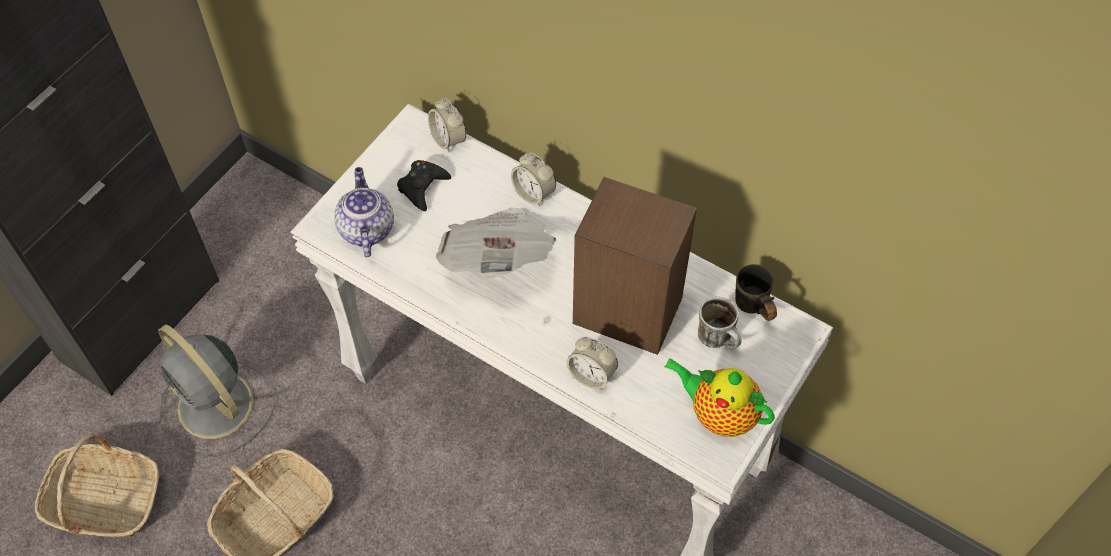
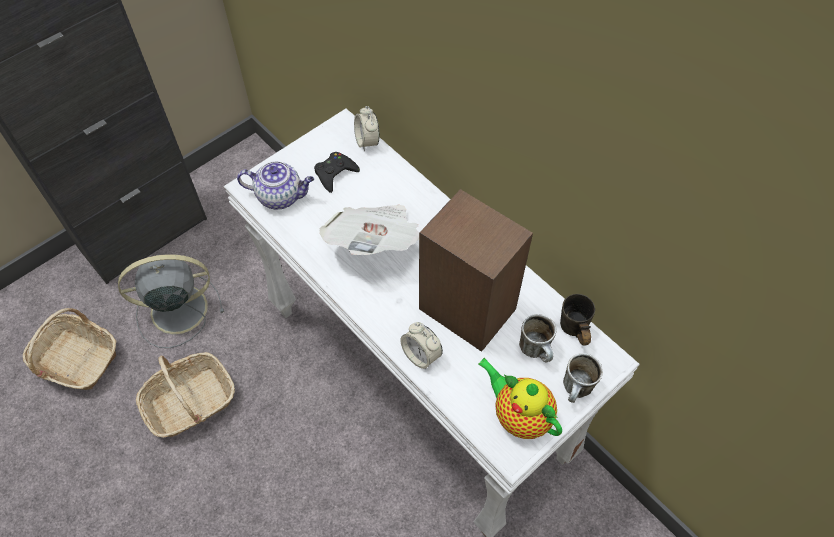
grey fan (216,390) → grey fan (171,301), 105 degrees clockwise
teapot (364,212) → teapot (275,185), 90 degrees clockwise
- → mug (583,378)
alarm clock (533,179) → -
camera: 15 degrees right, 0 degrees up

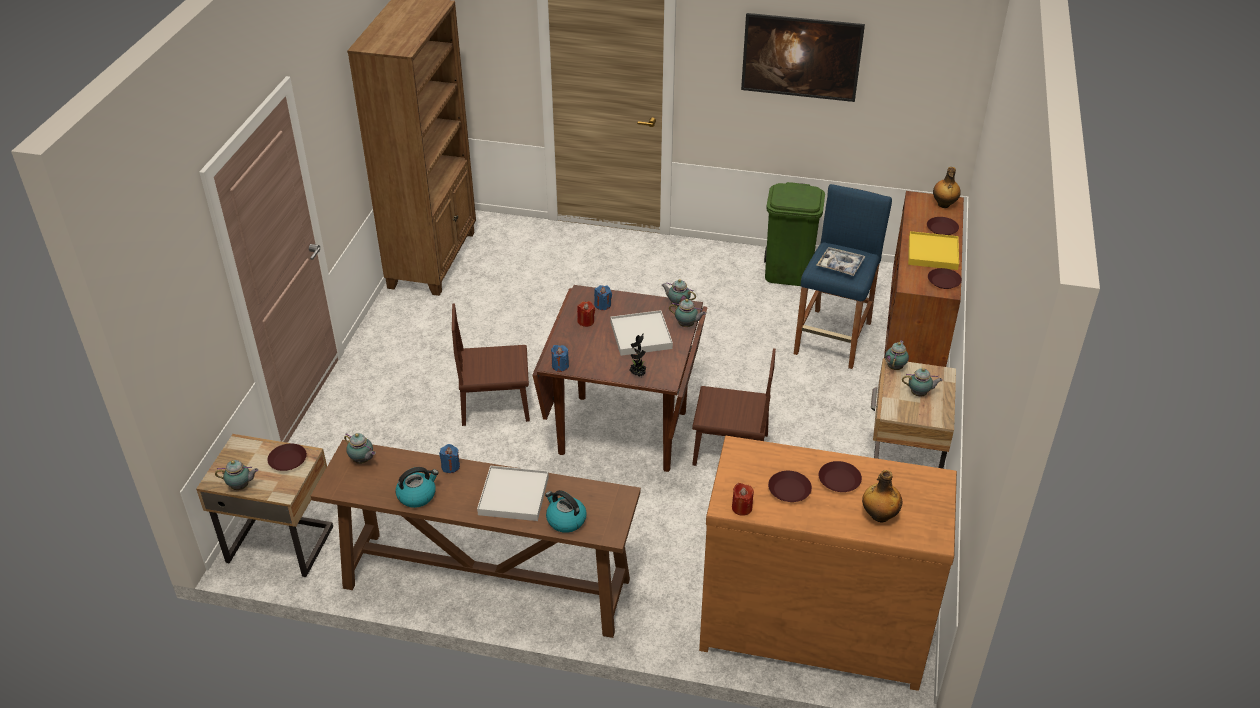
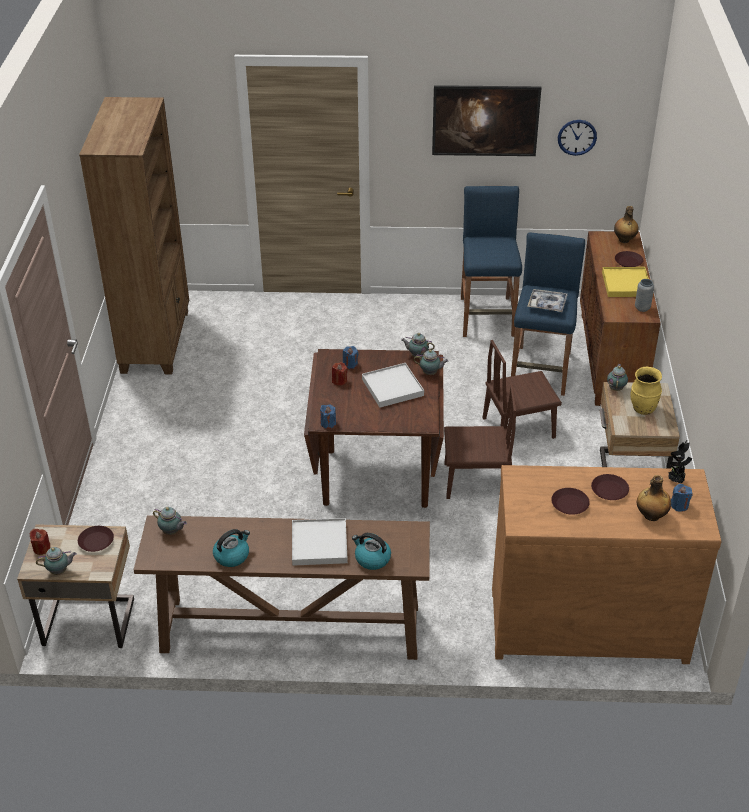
red candle (743,499) → red candle (39,542), relocated
green trash can (794,234) → blue stool (491,261)
brown chair (491,364) → brown chair (522,389), relocated
- → wall clock (577,138)
teapot (922,382) → yellow vase (646,391)
brown plate (945,278) → grey vase (644,295)
potted plant (637,355) → potted plant (680,461), relocated
blue candle (449,458) → blue candle (681,498), relocated
camera: 10 degrees left, 0 degrees up

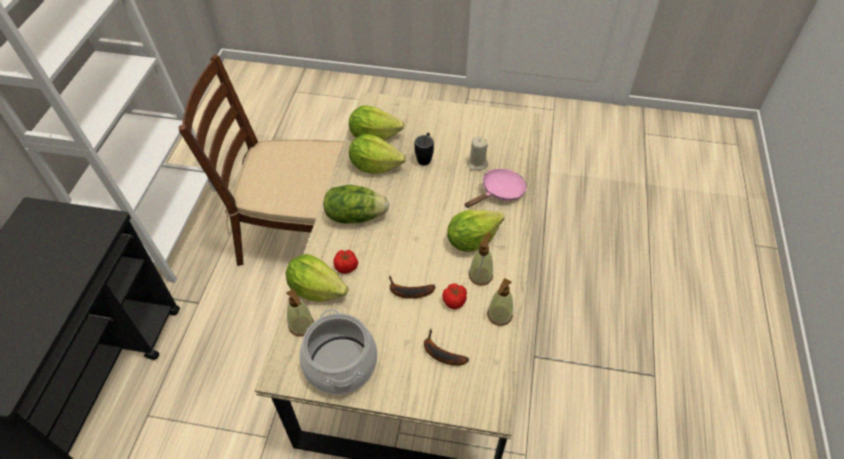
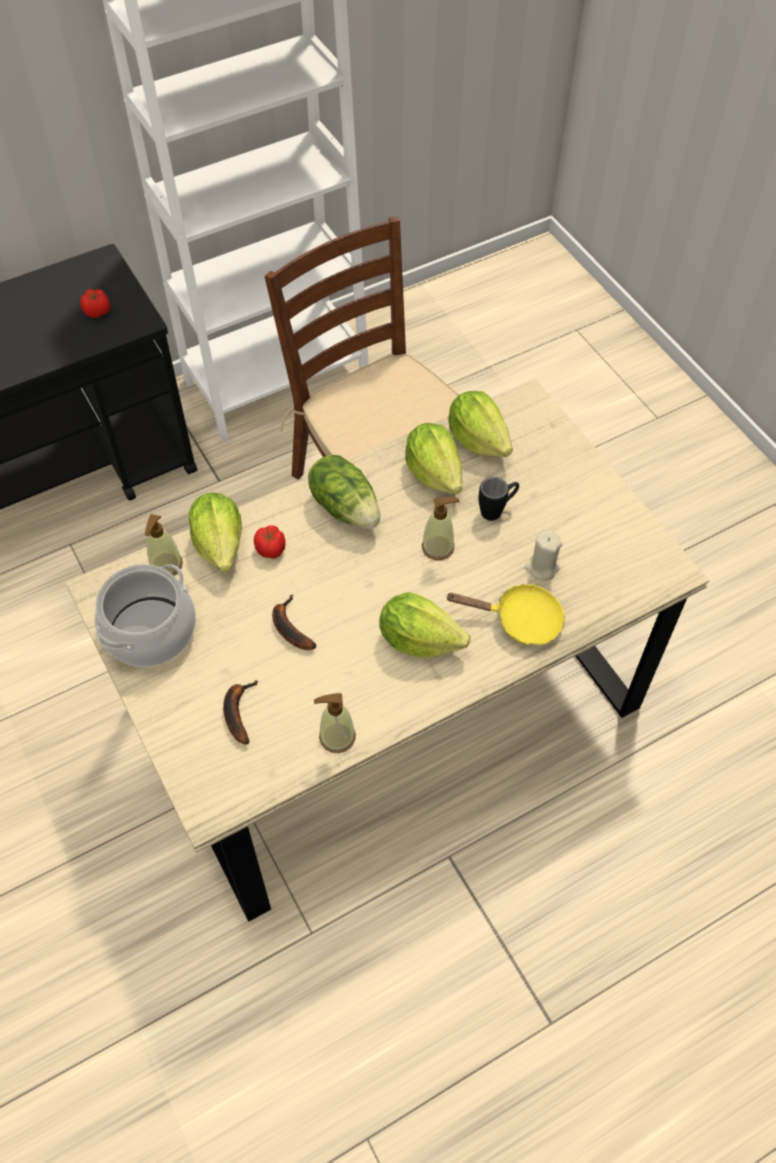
tomato (454,296) → tomato (95,303), relocated
soap dispenser (481,259) → soap dispenser (440,528), relocated
pink frying pan (495,188) → yellow frying pan (505,615)
camera: 50 degrees right, 5 degrees up

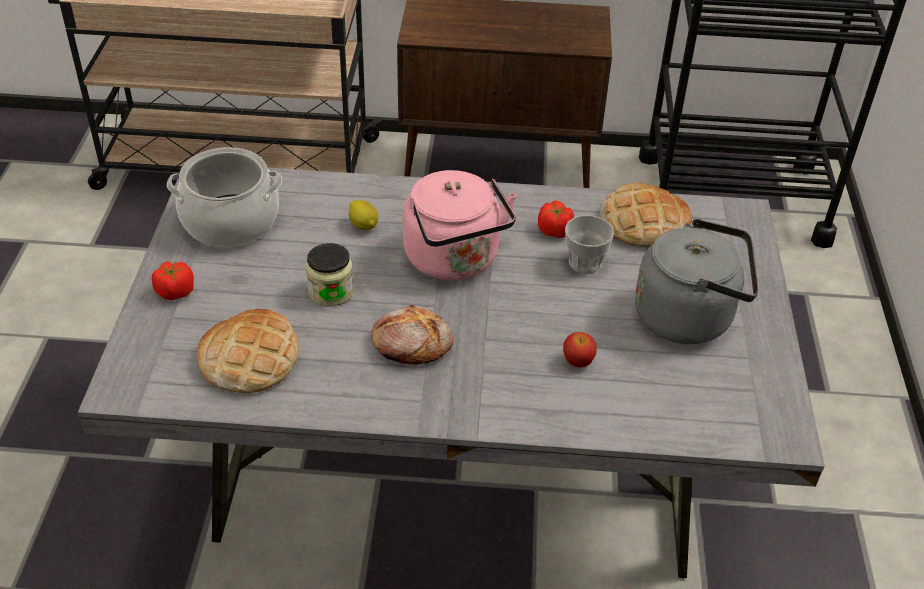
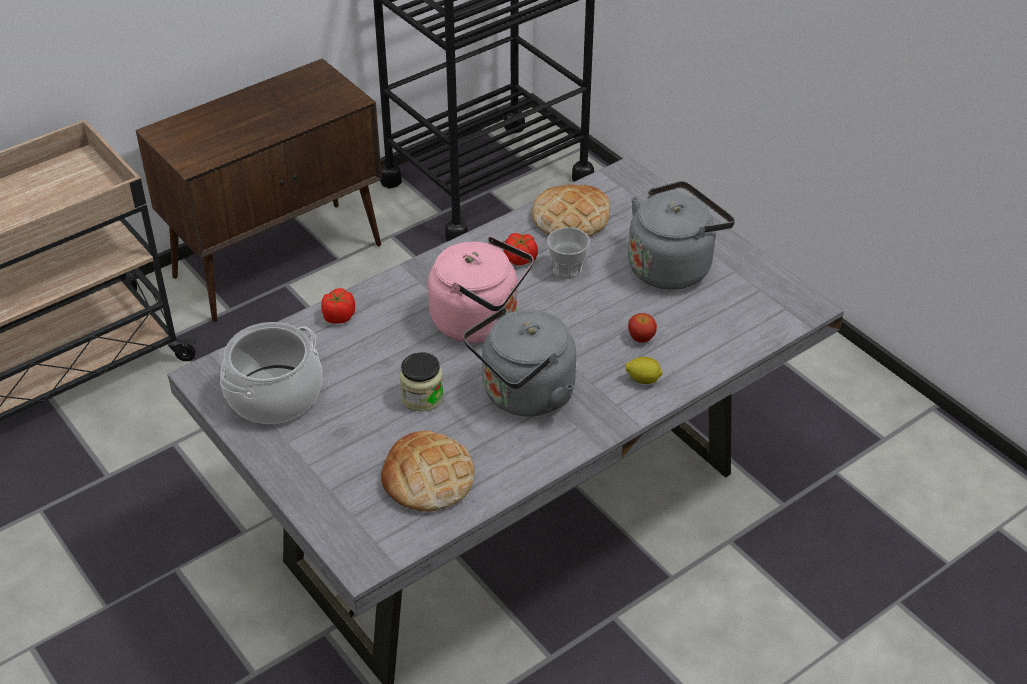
tomato (173,280) → tomato (338,306), relocated
bread (412,335) → grey kettle (519,362)
lemon (363,215) → lemon (644,370), relocated
camera: 40 degrees left, 0 degrees up

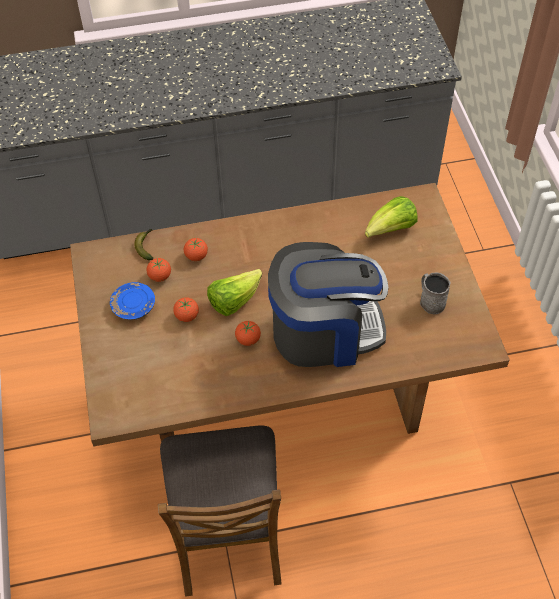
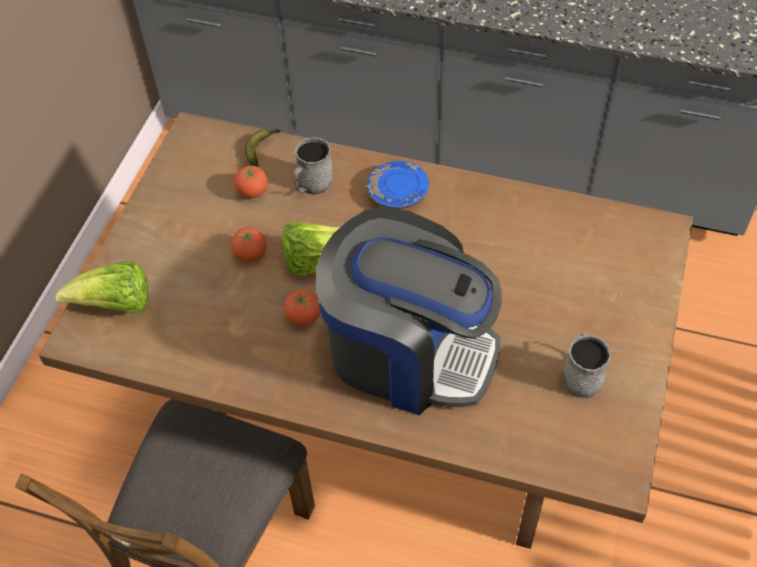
lettuce (391,216) → lettuce (101,287), relocated
tomato (196,249) → grey mug (313,166)
blue plate (132,301) → blue plate (398,185), relocated
camera: 30 degrees right, 0 degrees up

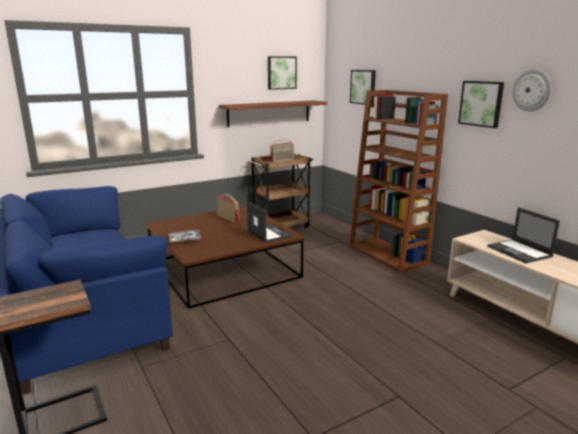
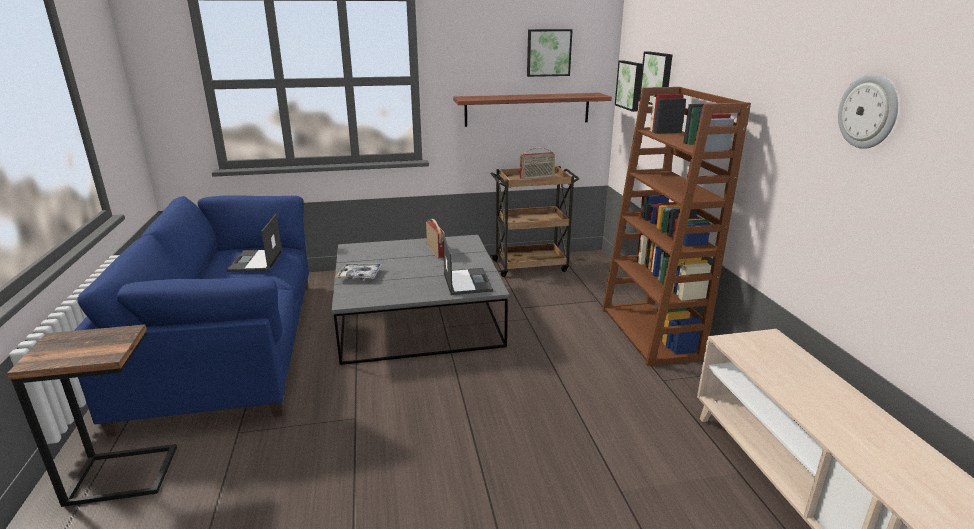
laptop (524,235) → laptop (255,243), relocated
brown coffee table (225,257) → grey coffee table (420,300)
picture (481,104) → picture (628,86), relocated
camera: 20 degrees right, 5 degrees up

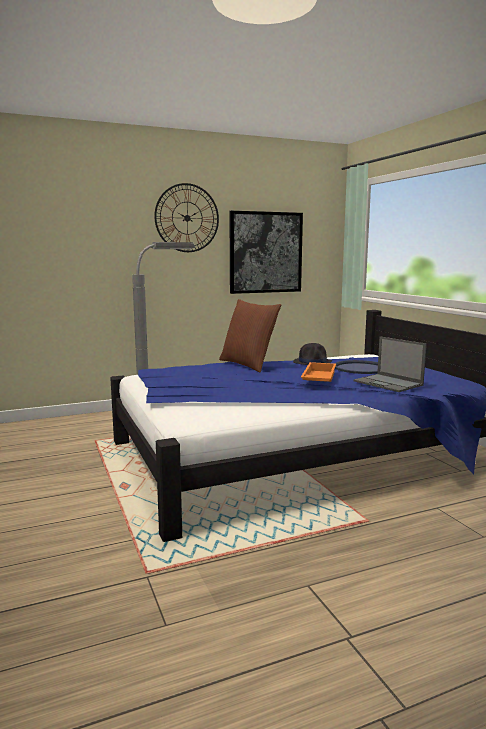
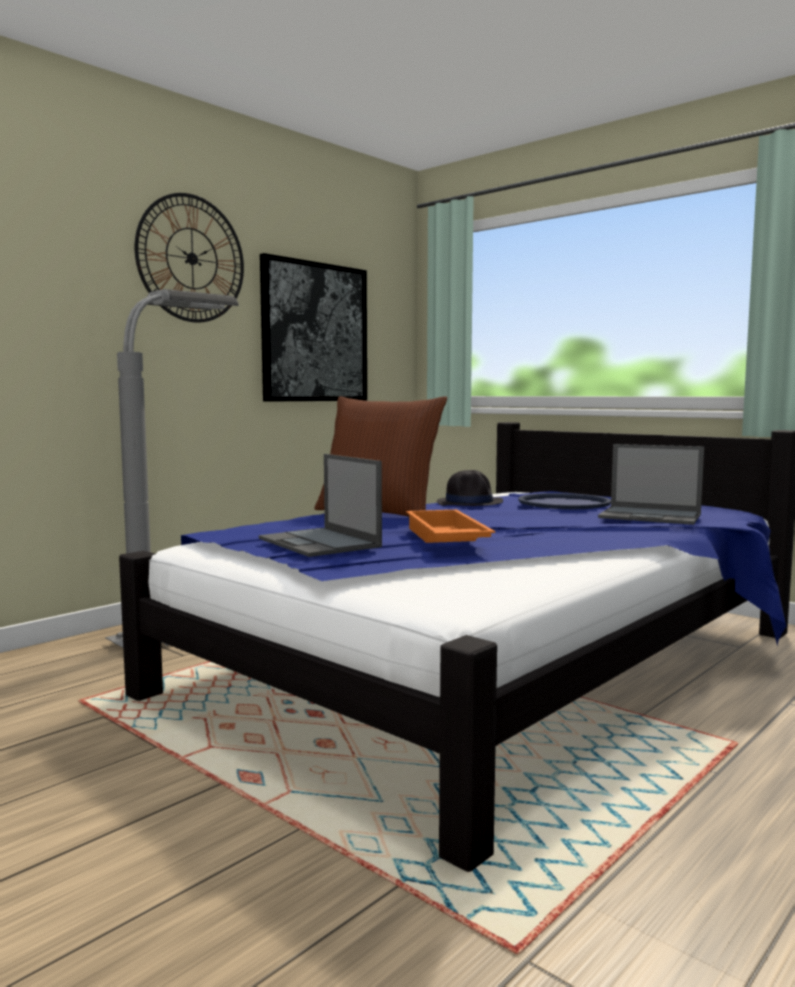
- → laptop (320,505)
orange tray (318,372) → orange tray (450,526), relocated
camera: 25 degrees left, 5 degrees down

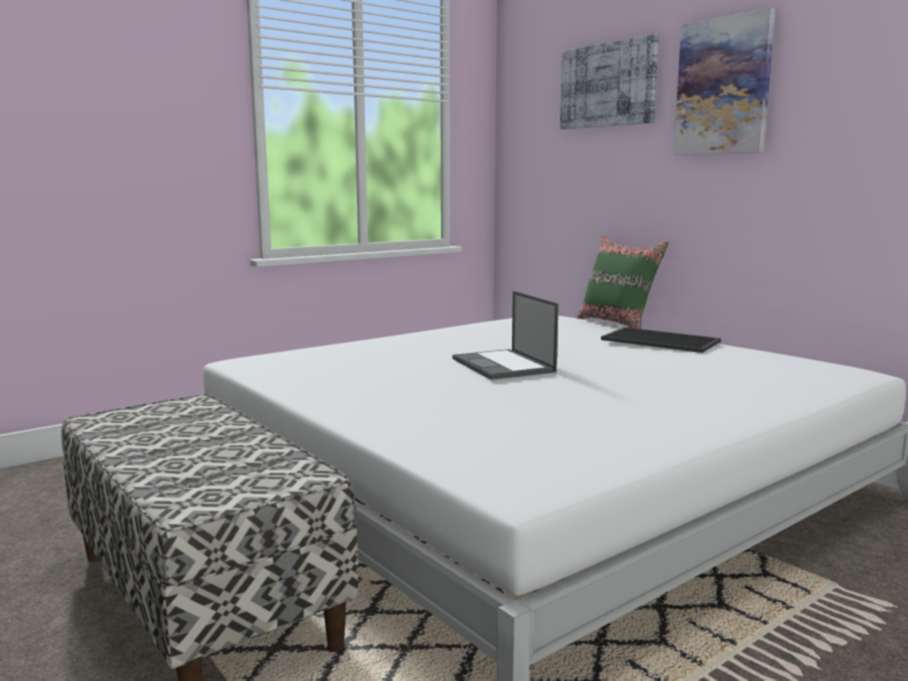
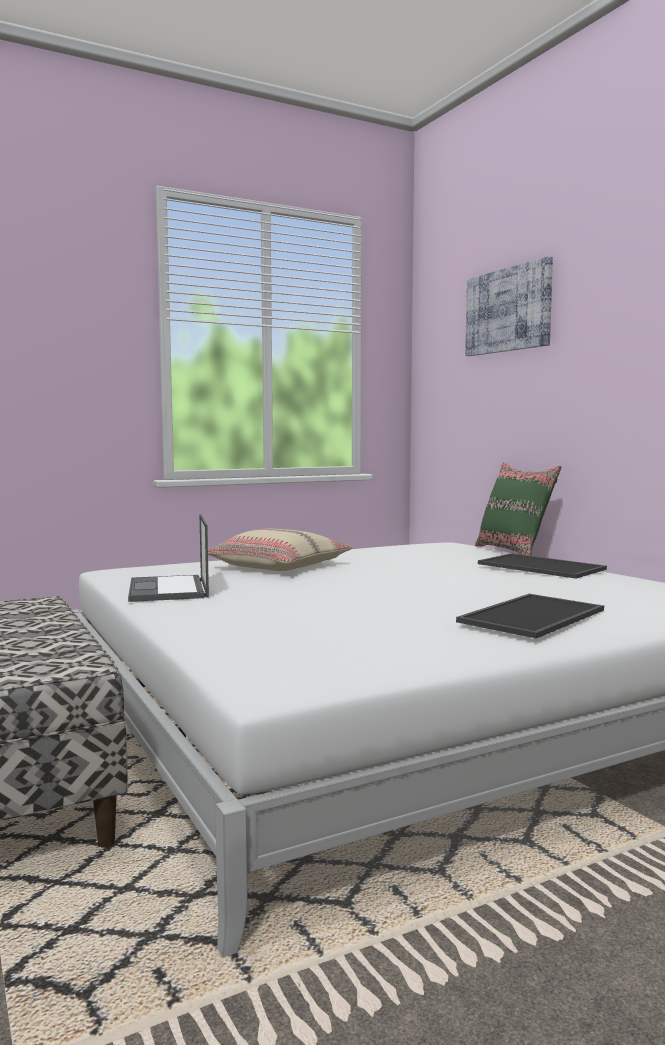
laptop (505,335) → laptop (168,558), relocated
- → beige pillow (280,550)
- → tray (530,616)
picture (725,81) → -
camera: 10 degrees right, 5 degrees down

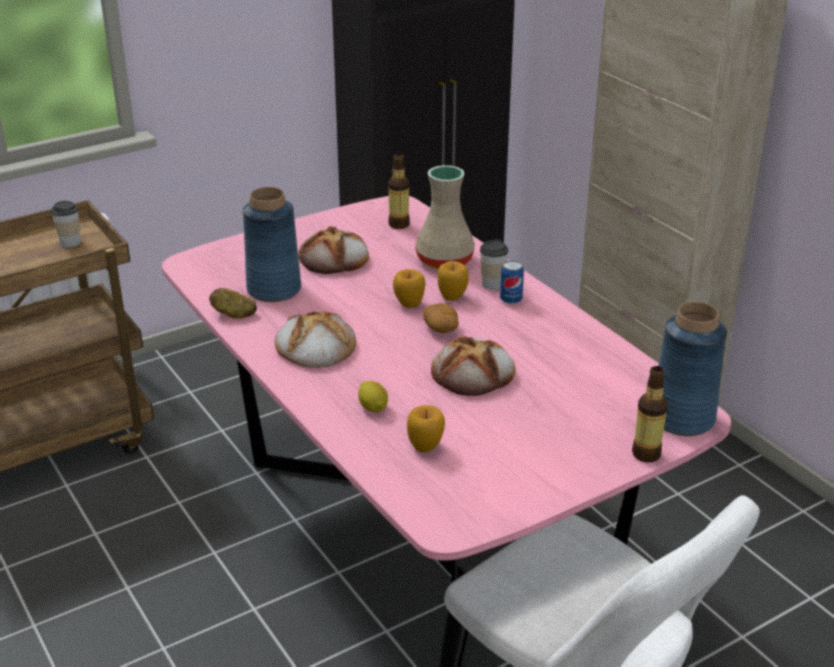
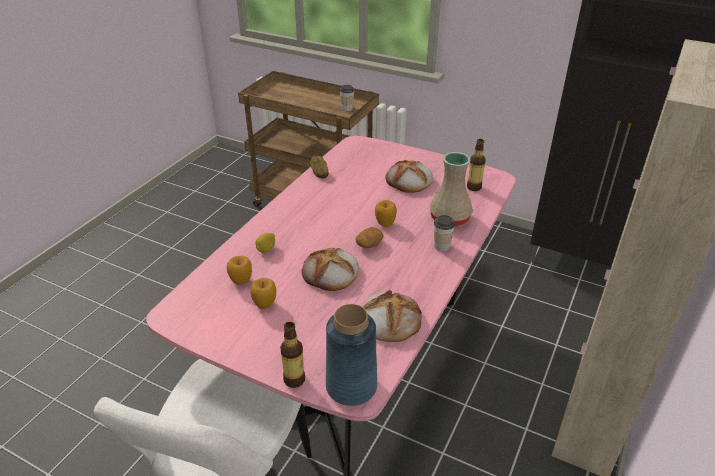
apple (453,281) → apple (263,293), relocated
bread (315,339) → bread (392,316), relocated
blue vase (272,244) → -
can (512,282) → -
camera: 60 degrees right, 5 degrees up

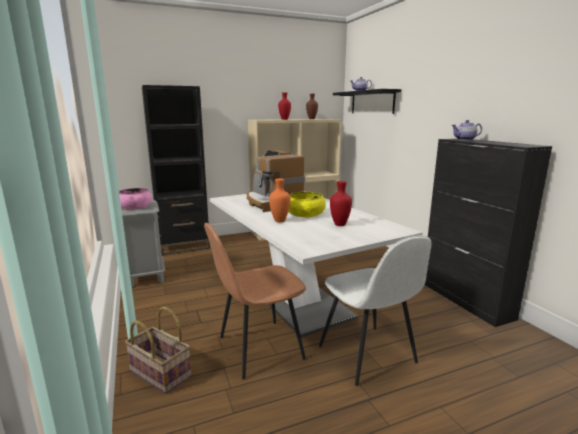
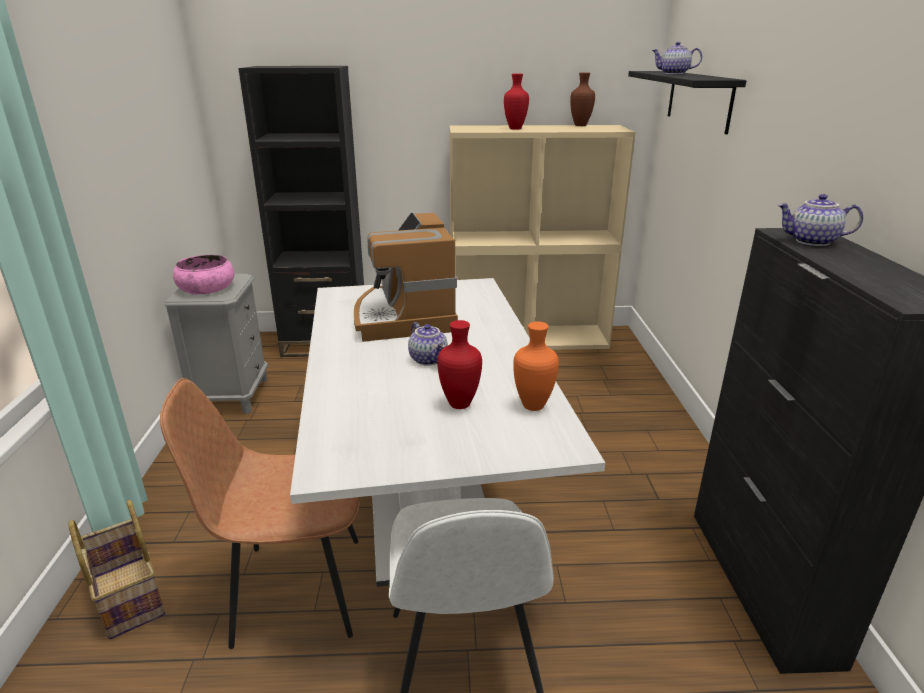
yellow bowl (307,205) → teapot (428,344)
orange vase (279,200) → orange vase (536,366), relocated
camera: 20 degrees right, 10 degrees up

